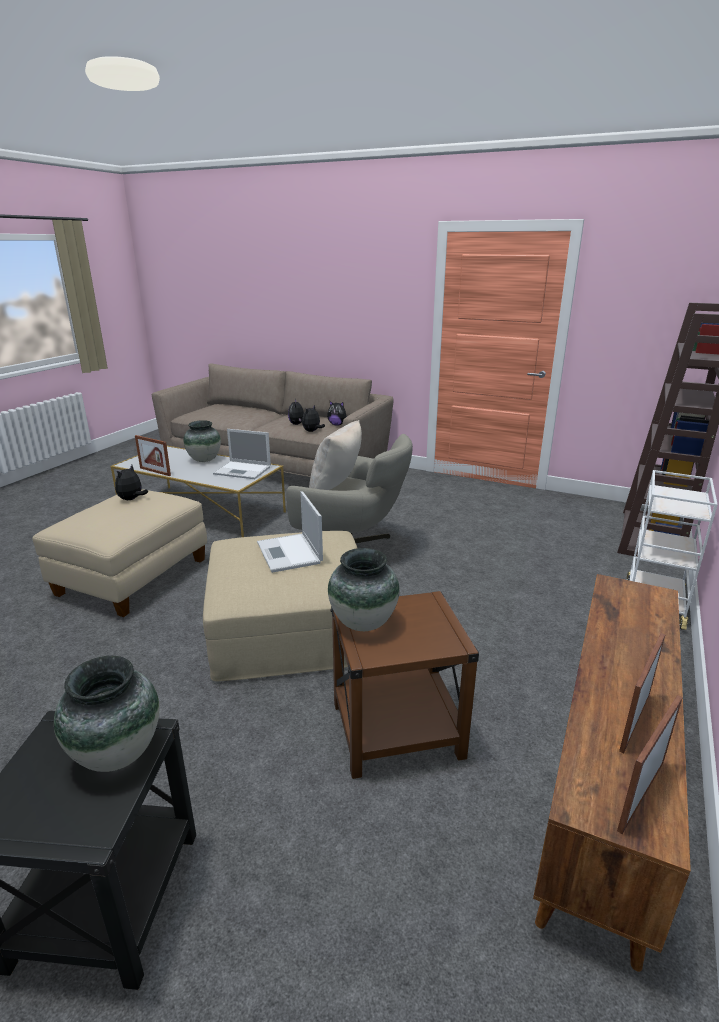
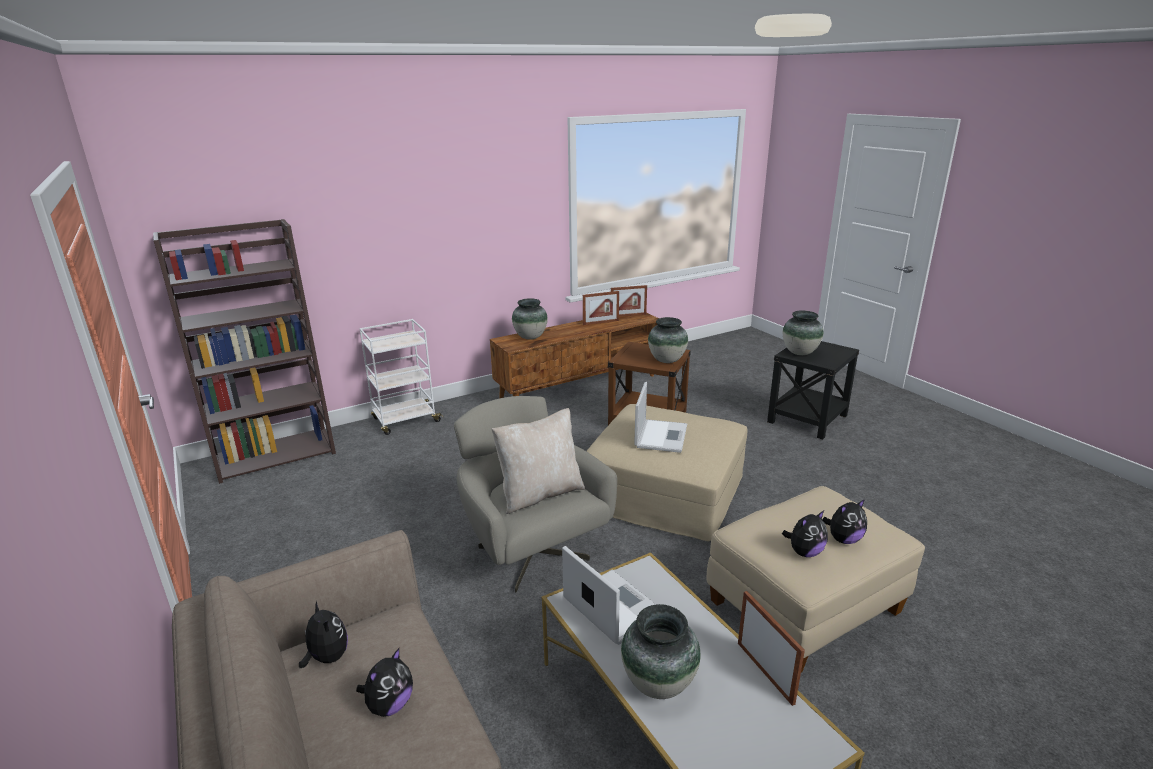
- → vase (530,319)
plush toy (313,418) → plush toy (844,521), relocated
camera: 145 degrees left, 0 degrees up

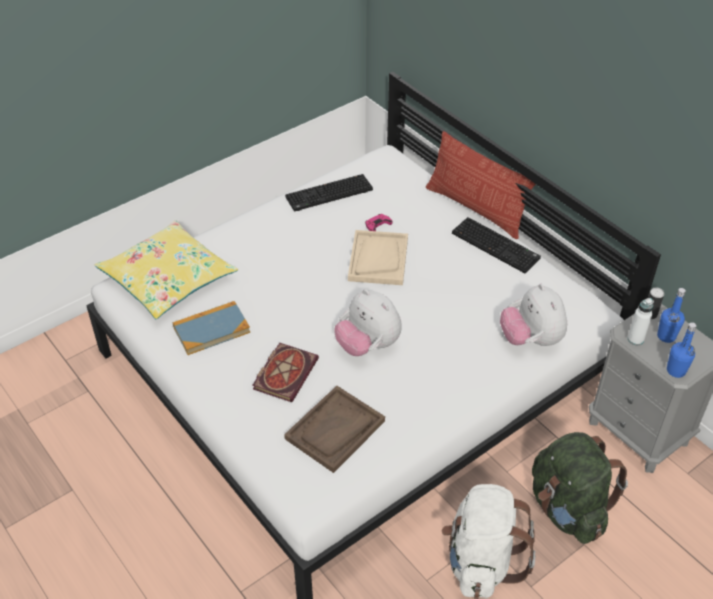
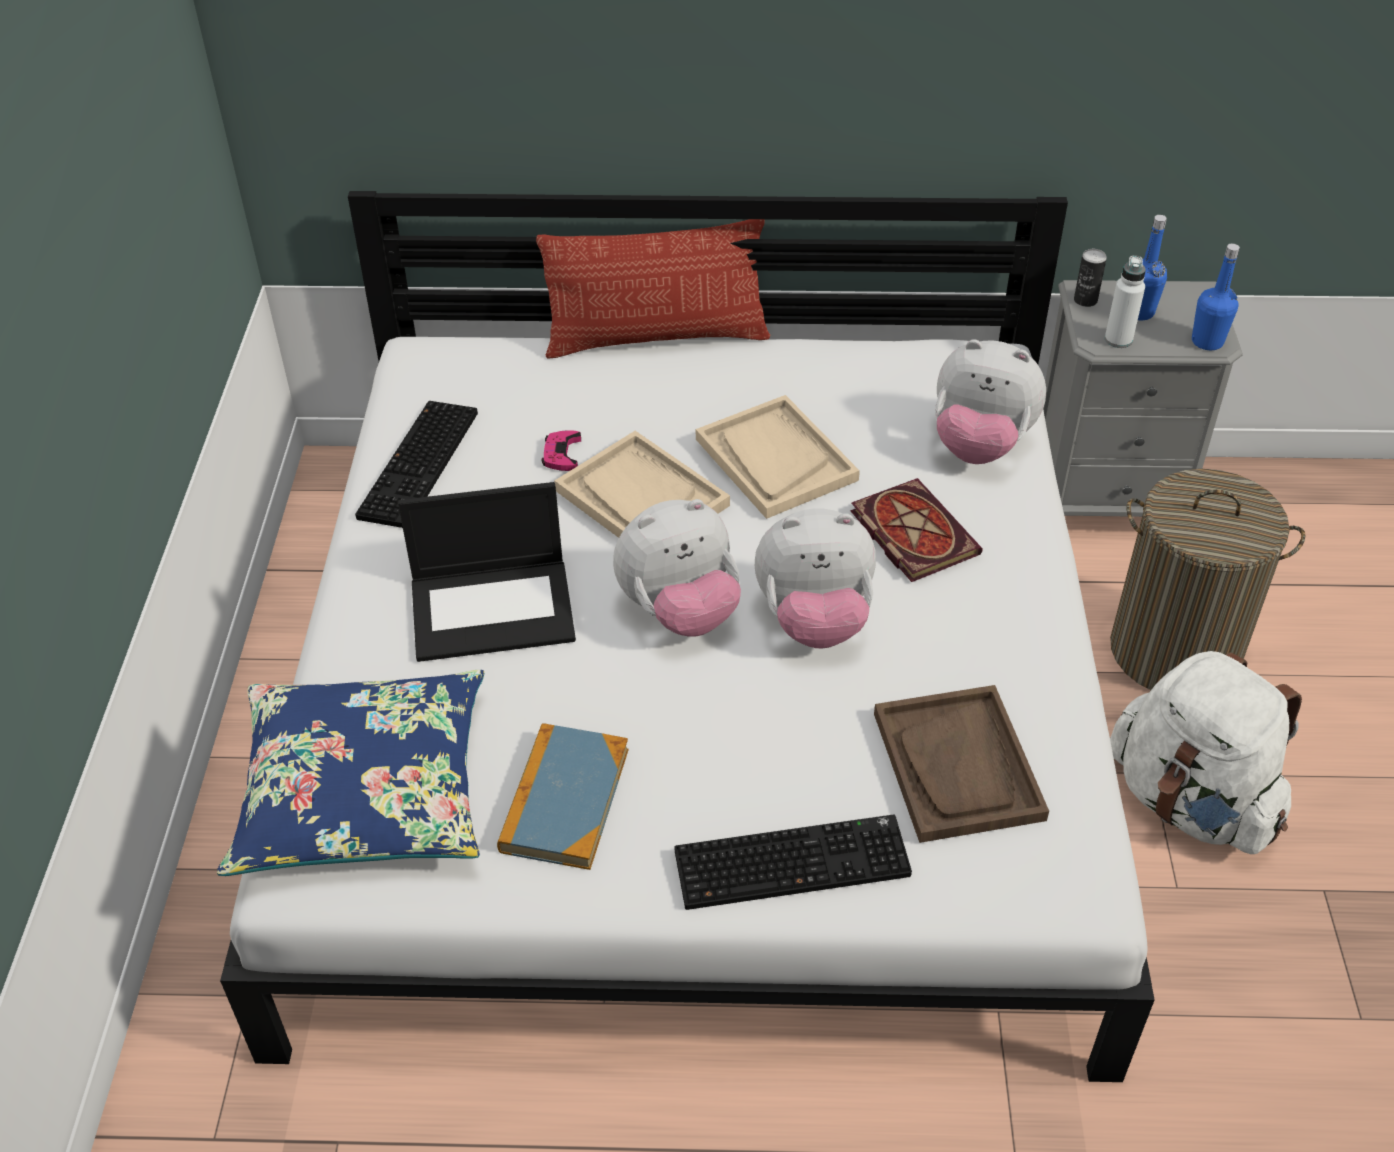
yellow pillow (166,270) → blue pillow (350,773)
- → laptop (487,572)
- → plush toy (677,568)
keyboard (496,245) → keyboard (793,862), relocated
- → beige tray (778,457)
book (285,372) → book (917,530), relocated
green backpack (580,488) → laundry basket (1207,579)
camera: 50 degrees left, 0 degrees up

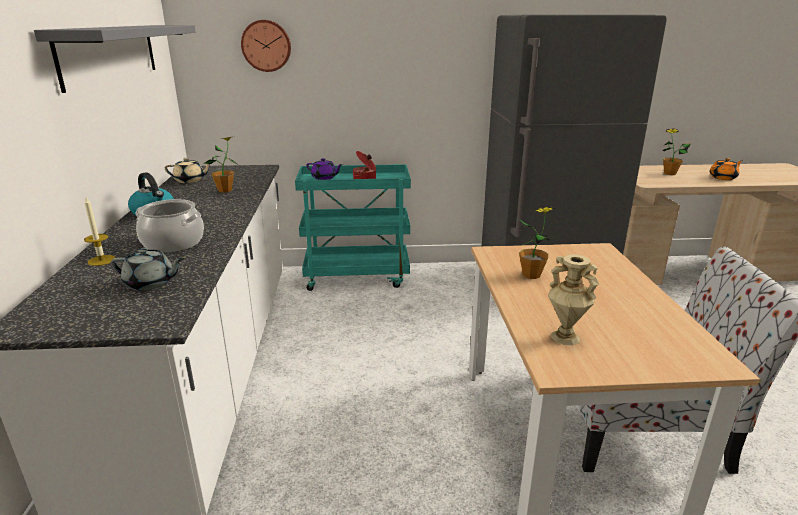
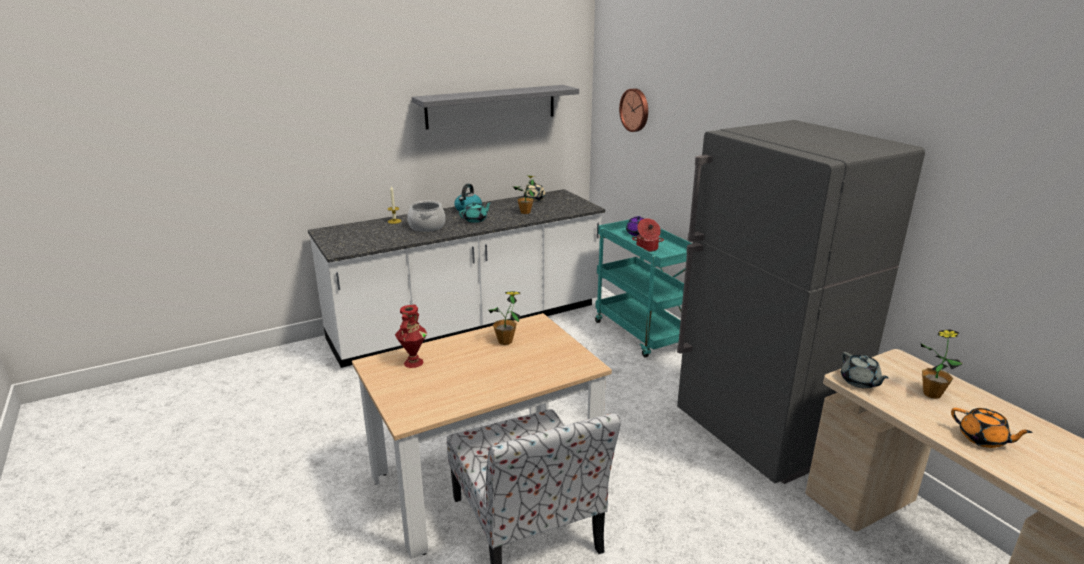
beige vase (573,299) → red vase (411,336)
- → turquoise teapot (475,212)
grey teapot (147,269) → grey teapot (865,370), relocated
camera: 65 degrees right, 0 degrees up

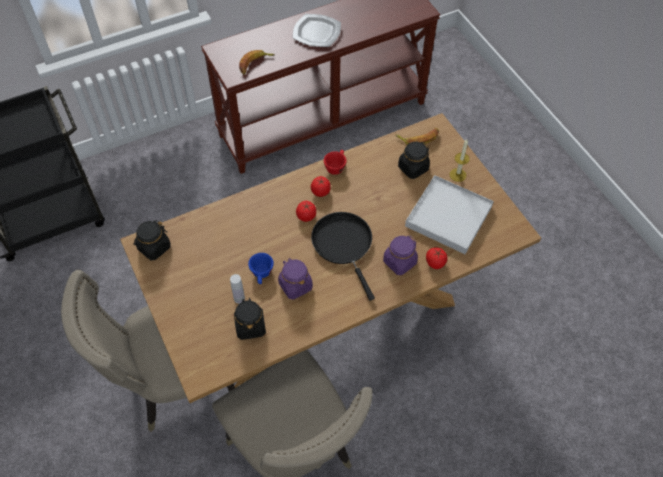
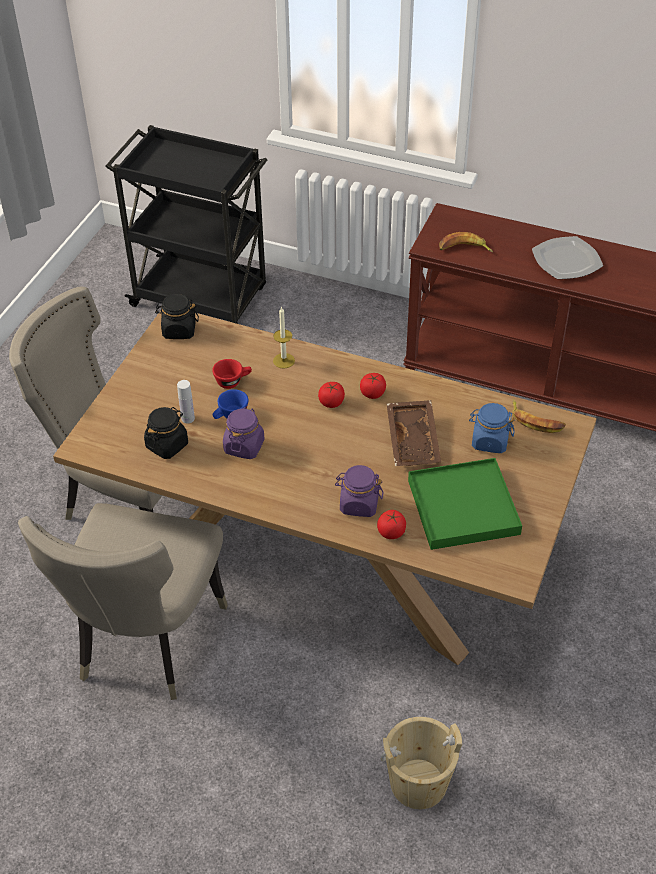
red cup (335,162) → red cup (232,374), relocated
candle (460,160) → candle (284,337), relocated
- → beige bucket (421,763)
- → brown tray (414,433)
white tray (449,214) → green tray (465,504)
black jar (414,160) → blue jar (492,428)
black frying pan (343,256) → -
camera: 50 degrees right, 10 degrees down

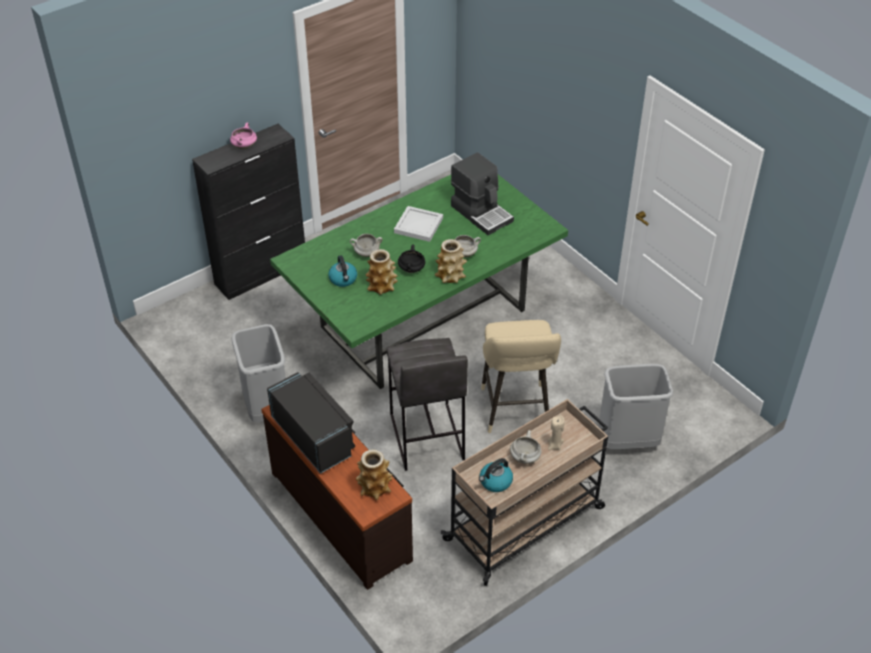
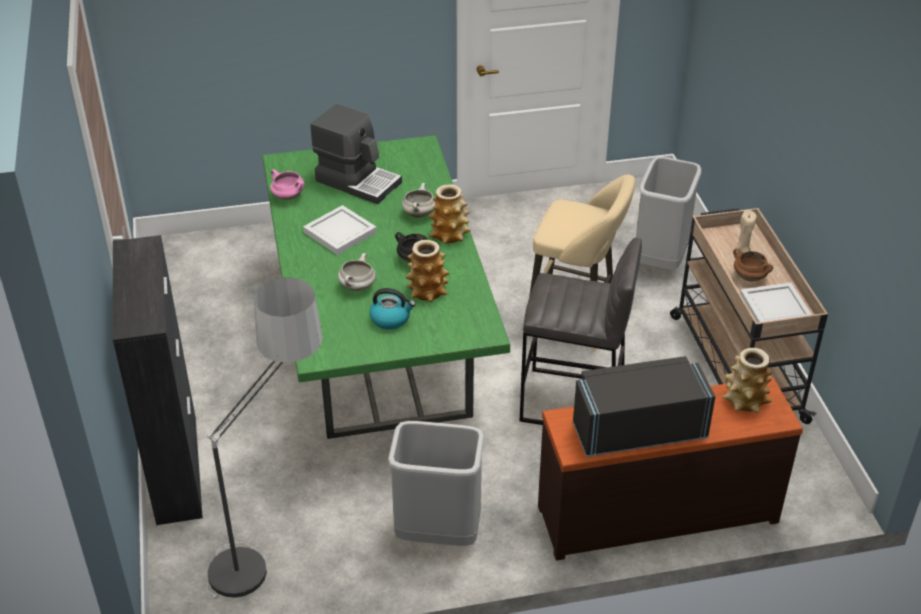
- → floor lamp (264,438)
pink cooking pot (243,135) → pink cooking pot (287,184), relocated
coffee machine (482,193) → coffee machine (356,154), 45 degrees clockwise
white cooking pot (525,447) → brown cooking pot (753,265)
kettle (496,475) → white tray (776,303)
camera: 65 degrees left, 5 degrees down

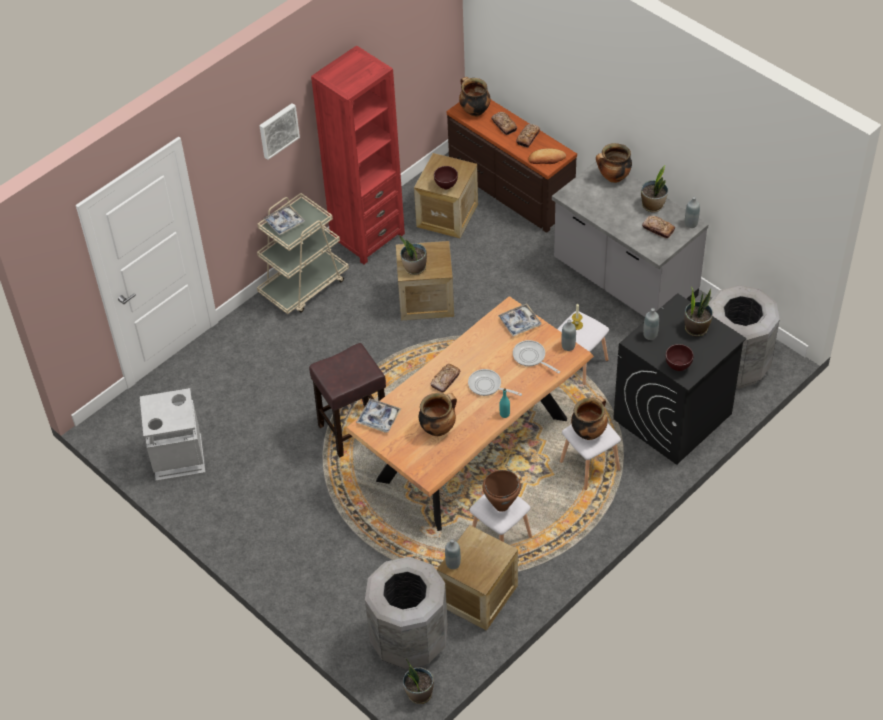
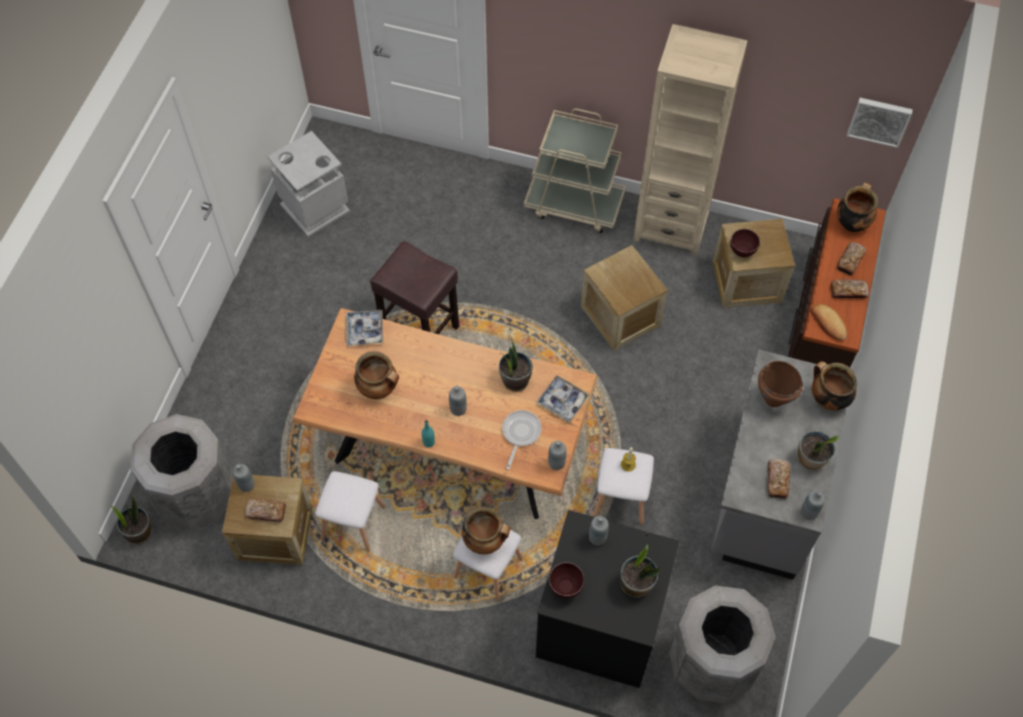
bread (446,378) → bread (265,510), relocated
frying pan (495,382) → grey bottle (458,401)
potted plant (413,255) → potted plant (516,364), relocated
red bookcase (358,154) → beige bookcase (690,140)
brown cooking pot (501,491) → brown cooking pot (780,384), relocated
picture (279,131) → picture (880,123), relocated
tray (284,220) → -
camera: 60 degrees right, 10 degrees up

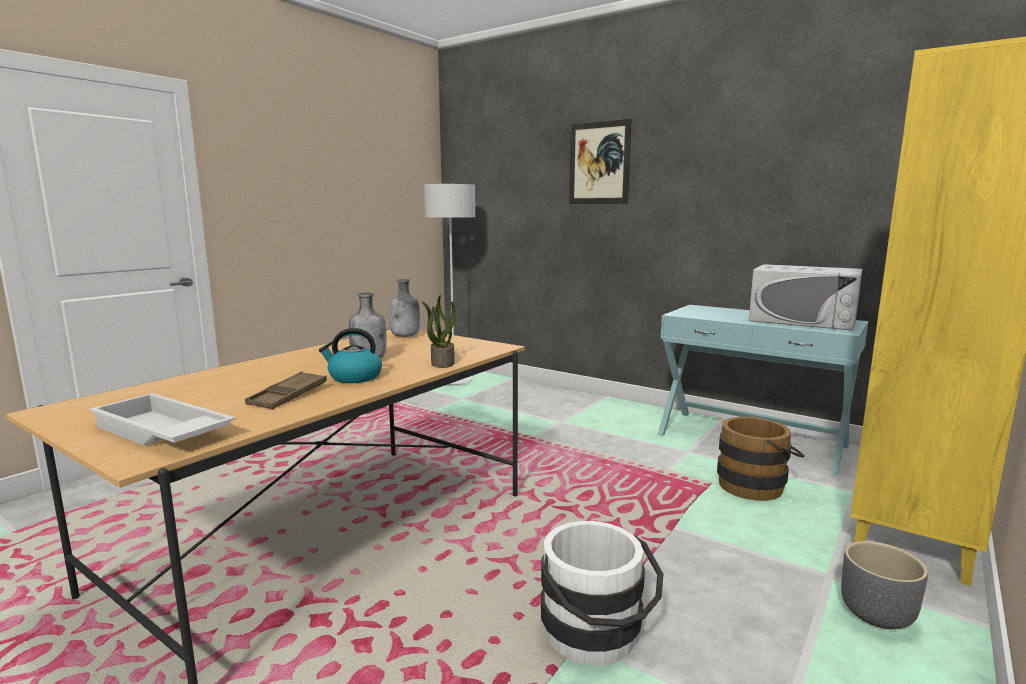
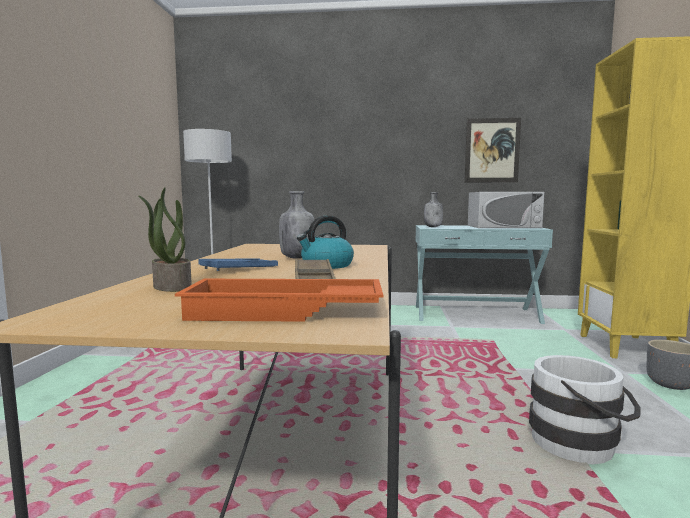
potted plant (439,331) → potted plant (165,239), relocated
white tray (162,419) → orange tray (279,300)
- → blue tray (238,264)
grey bottle (404,308) → grey bottle (433,209), relocated
picture (600,161) → picture (493,150), relocated
brown bucket (761,459) → -
camera: 30 degrees left, 5 degrees down

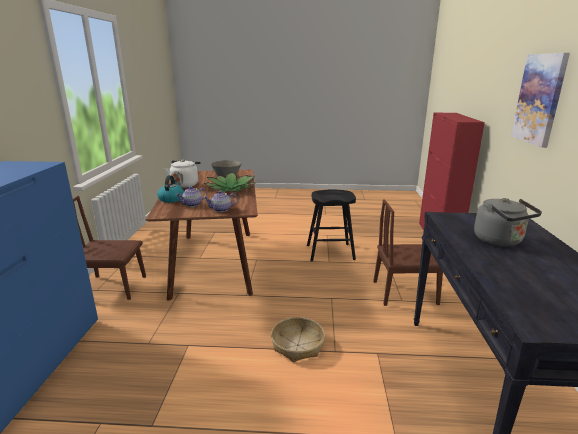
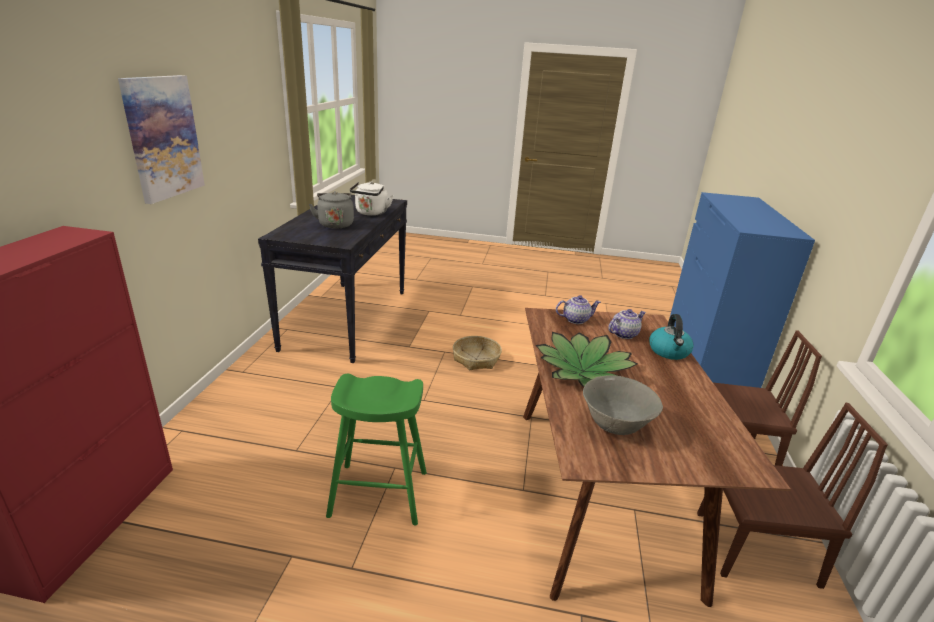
black stool (331,225) → green stool (376,449)
white kettle (183,173) → white kettle (371,198), relocated
brown chair (408,252) → brown chair (792,496), relocated
camera: 175 degrees left, 5 degrees up

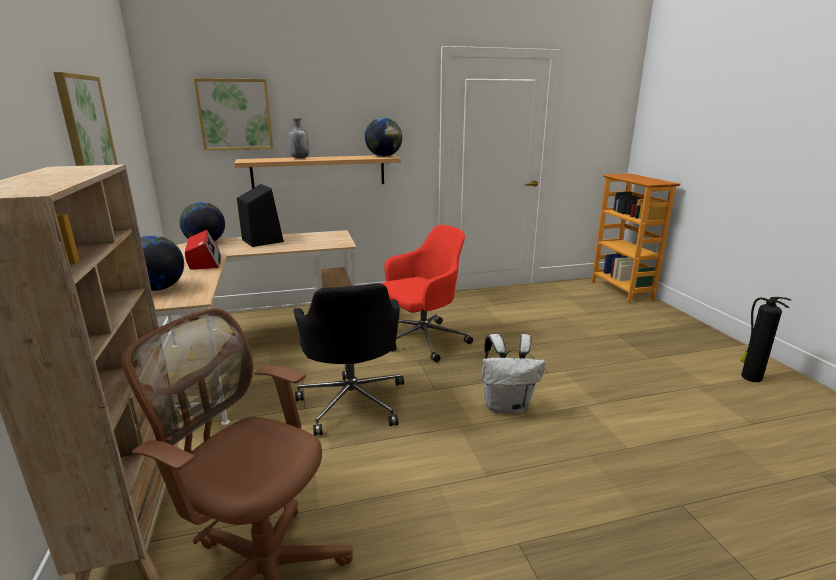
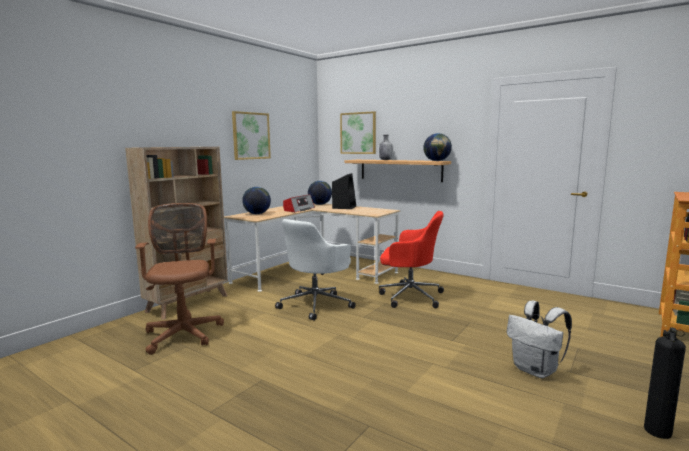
black office chair (348,359) → white office chair (315,270)
white backpack (513,374) → white backpack (539,339), relocated
camera: 50 degrees right, 10 degrees down

